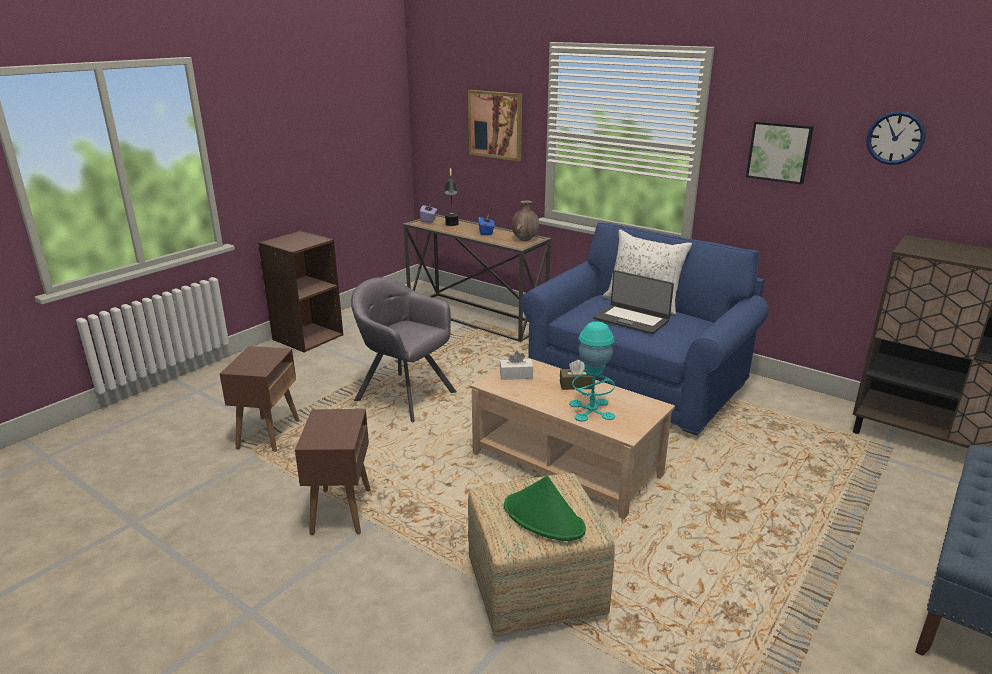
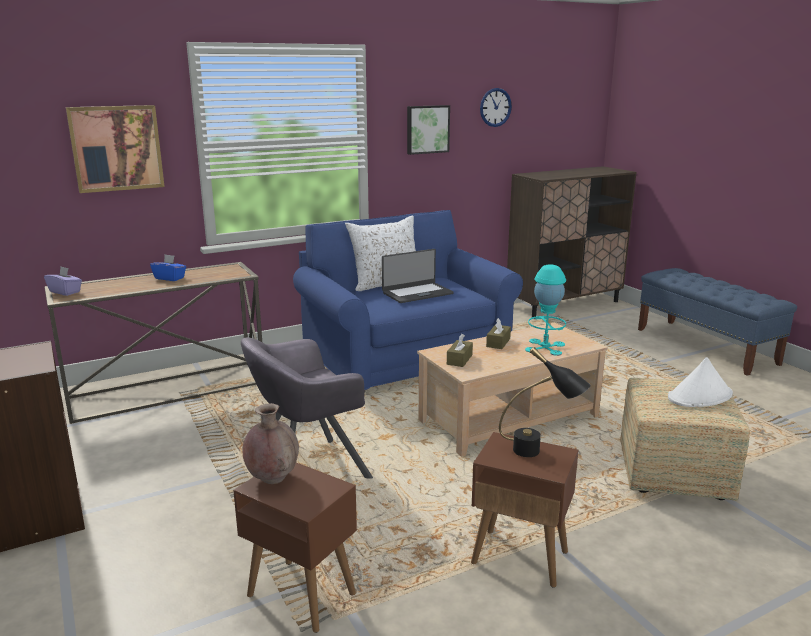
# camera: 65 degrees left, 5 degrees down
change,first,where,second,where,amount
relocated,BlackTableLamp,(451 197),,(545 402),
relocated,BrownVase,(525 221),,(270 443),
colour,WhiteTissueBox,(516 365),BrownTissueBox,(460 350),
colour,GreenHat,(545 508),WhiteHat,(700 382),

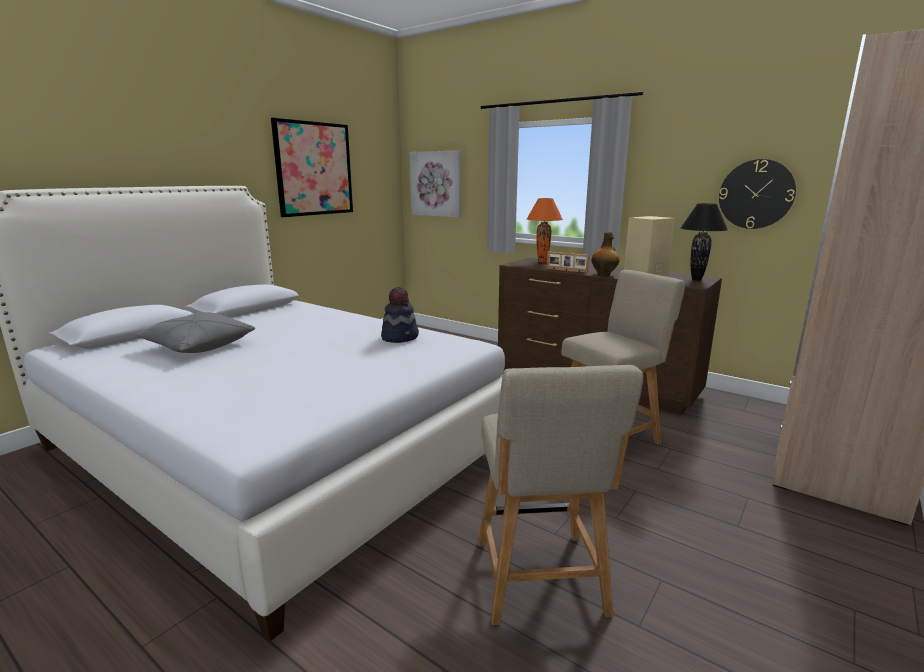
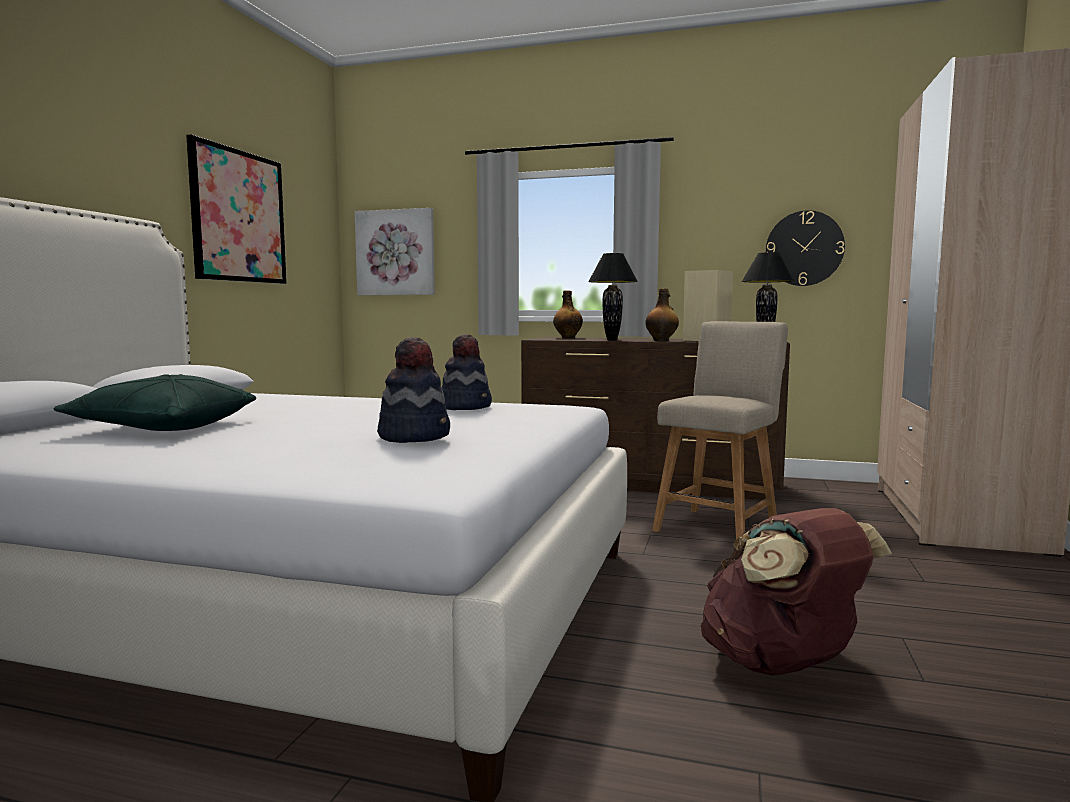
# camera: 20 degrees left, 10 degrees down
change,first,where,second,where,amount
appeared,,,Hat,(413 390),
exchanged,BeigeChair,(560 495),BrownBackpack,(796 592),
exchanged,OrangeTableLamp,(545 230),Bottle,(568 314),
exchanged,PictureFrame,(568 262),BlackTableLamp,(613 296),
colour,GreyPillow,(195 332),GreenPillow,(155 402),

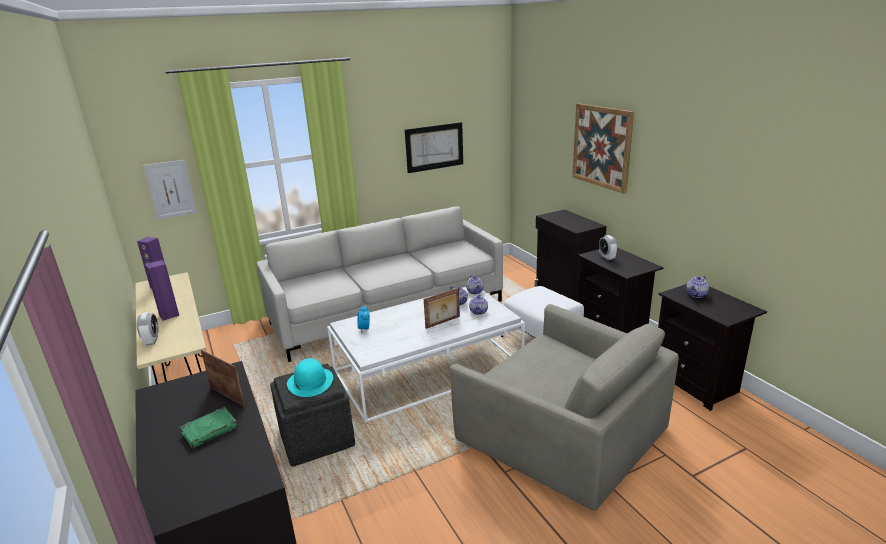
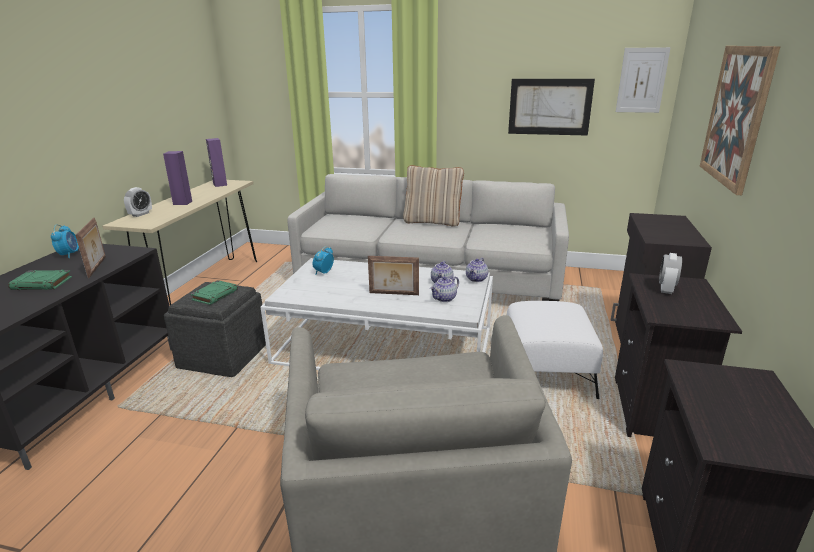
# camera: 40 degrees right, 0 degrees up
change,first,where,second,where,amount
missing,Teapot,(697 286),,,
appeared,,,AlarmClock,(65 241),
appeared,,,BeigePillow,(433 196),
relocated,Picture,(170 190),,(643 80),
exchanged,TurquoiseHat,(310 377),GreenBook,(214 292),

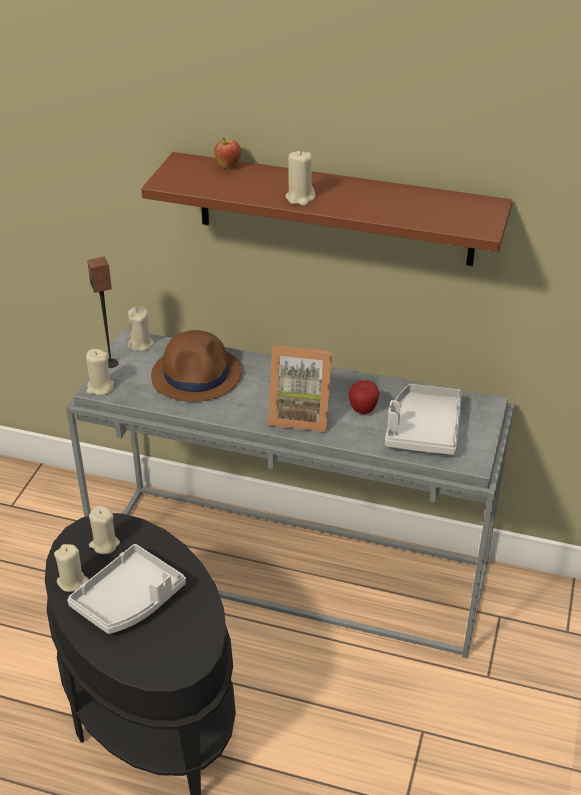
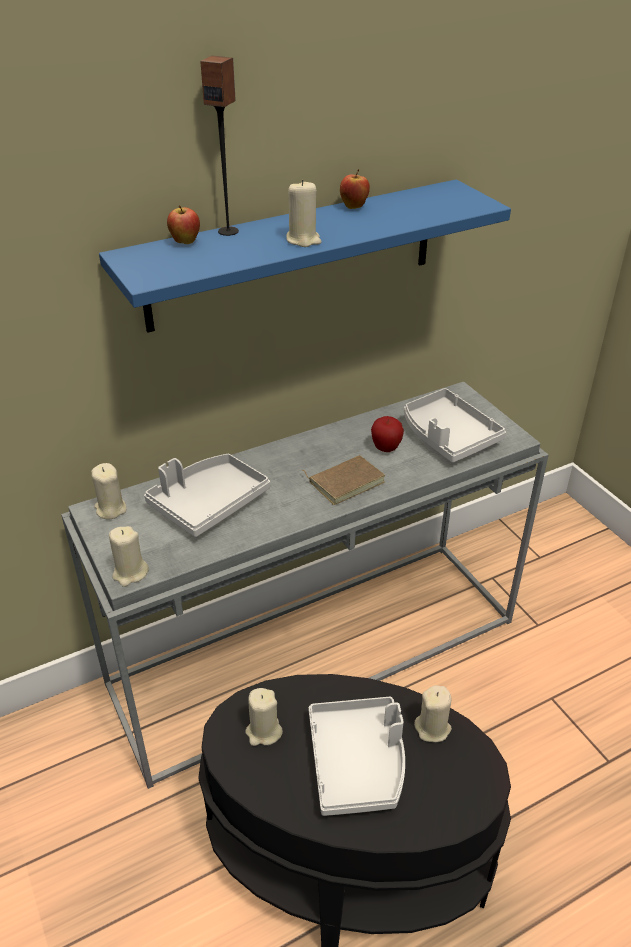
# camera: 45 degrees left, 0 degrees up
change,first,where,second,where,amount
appeared,,,Apple,(355 189),
relocated,BeigeCandle,(71 568),,(433 713),
relocated,Speaker,(103 312),,(219 146),
exchanged,BrownHat,(196 366),GreyTray,(207 495),
exchanged,PictureFrame,(300 388),BrownBook,(344 480),
colour,BrownShelf,(326 209),BlueShelf,(305 256),

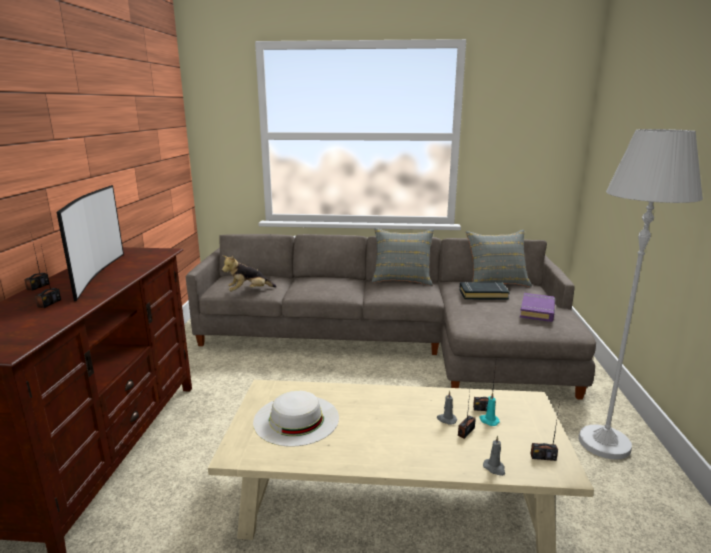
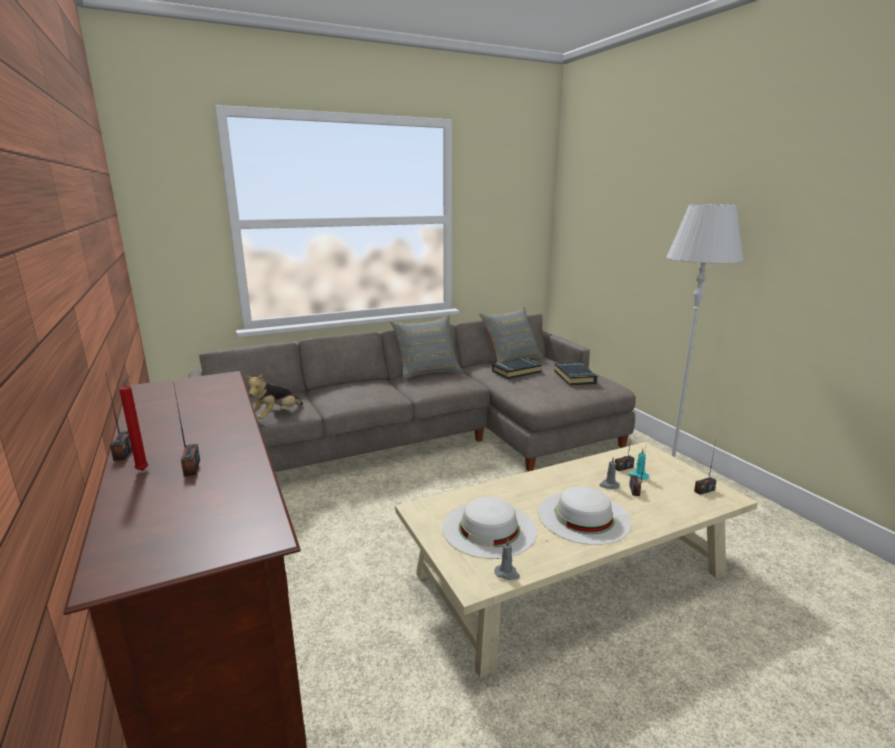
# camera: 30 degrees left, 0 degrees up
change,first,where,second,where,amount
missing,Television,(90 243),,,
appeared,,,RedCandle,(133 422),
appeared,,,WhiteHat,(585 515),
relocated,GreyCandle,(494 456),,(507 559),
colour,PurpleBook,(537 307),BlackBook,(575 373),

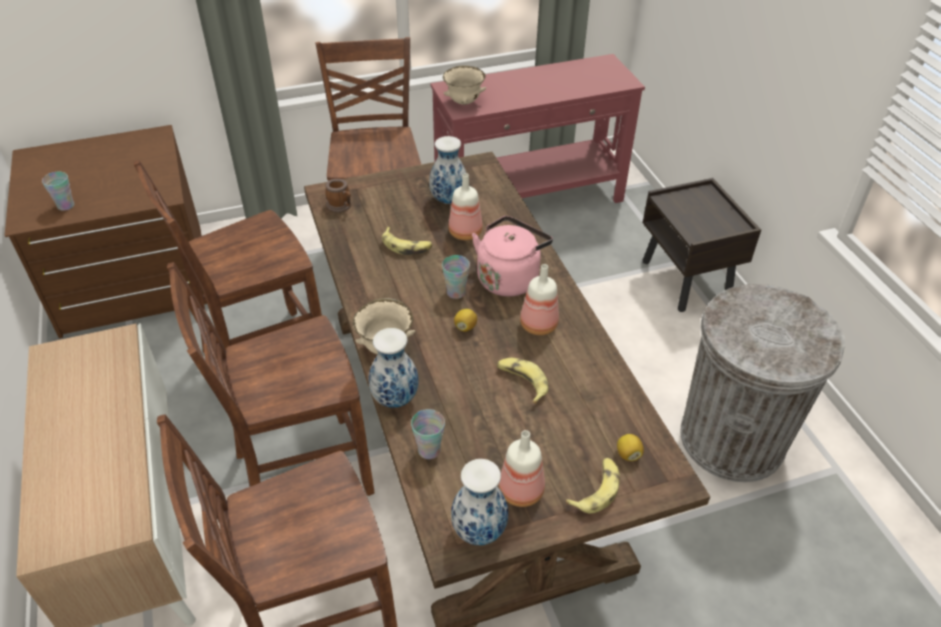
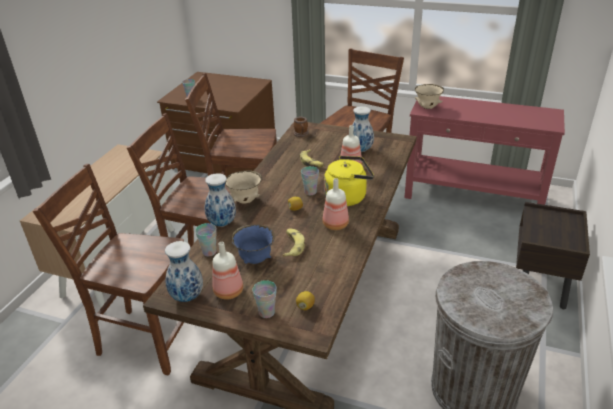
# camera: 40 degrees right, 10 degrees down
change,first,where,second,where,amount
appeared,,,BlueBowl,(253 244),
exchanged,Banana,(593 486),Cup,(264 299),
colour,PinkKettle,(512 256),YellowKettle,(349 181),

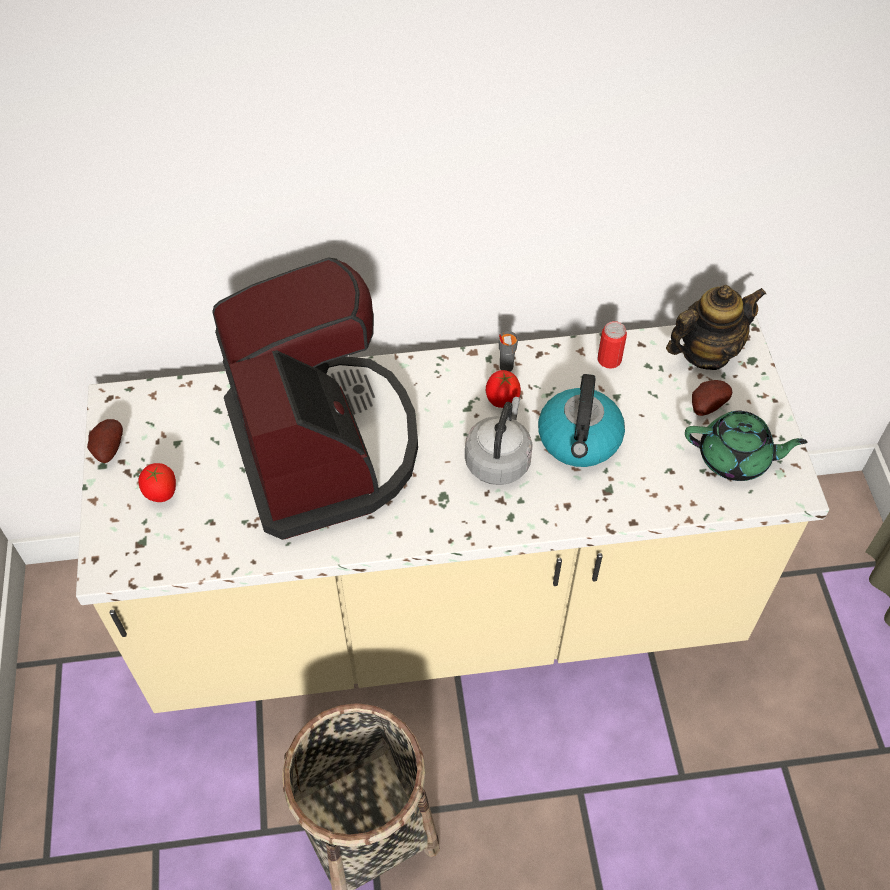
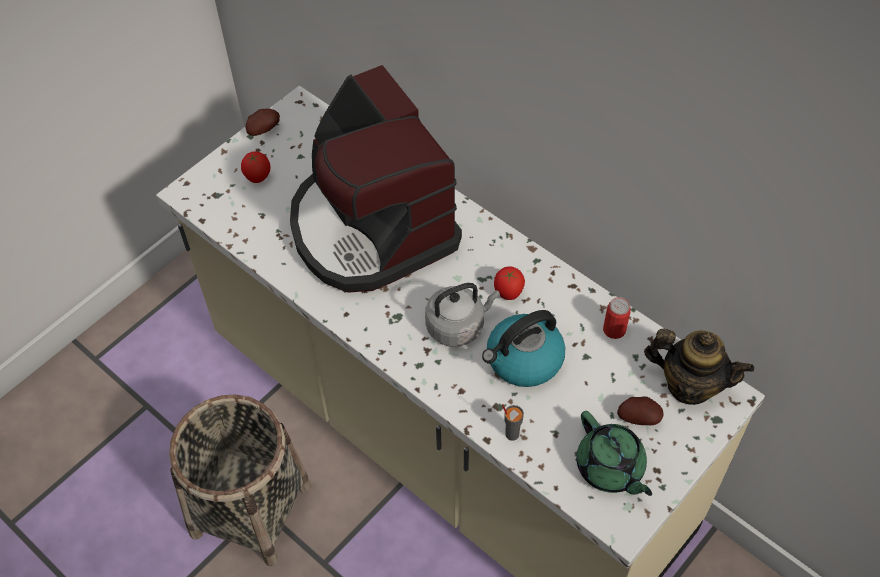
# camera: 50 degrees right, 0 degrees up
change,first,where,second,where,amount
relocated,GreyCup,(508 351),,(513 422),
spun,CoffeeMachine,(315 398),,(376 179),120 degrees clockwise

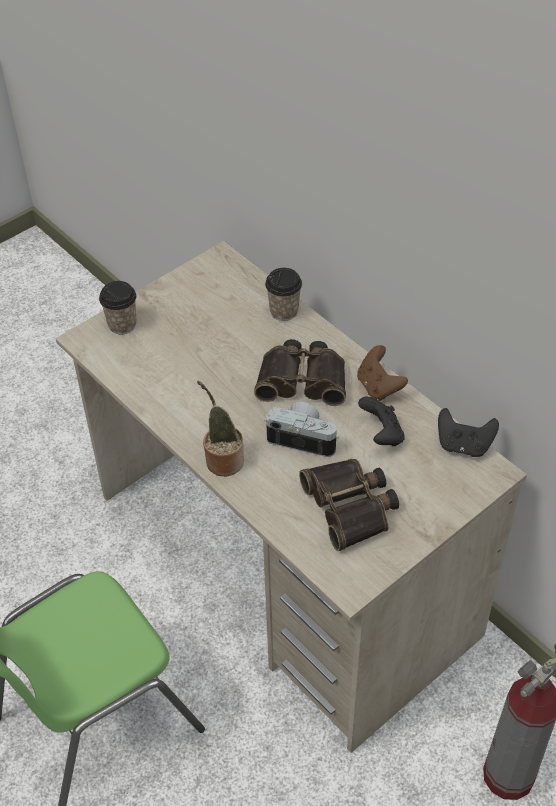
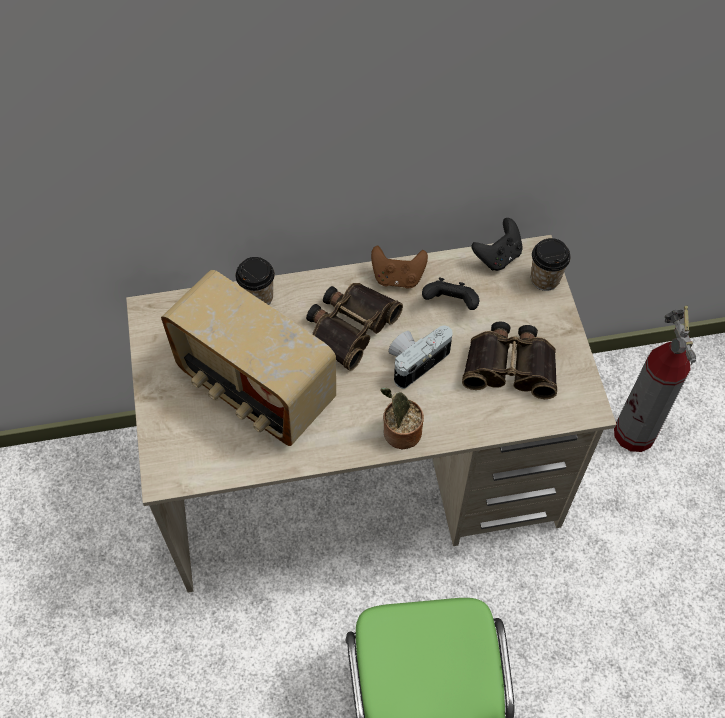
# camera: 60 degrees left, 10 degrees up
change,first,where,second,where,amount
appeared,,,Radio,(248 358),
relocated,Cup,(117 307),,(551 264),

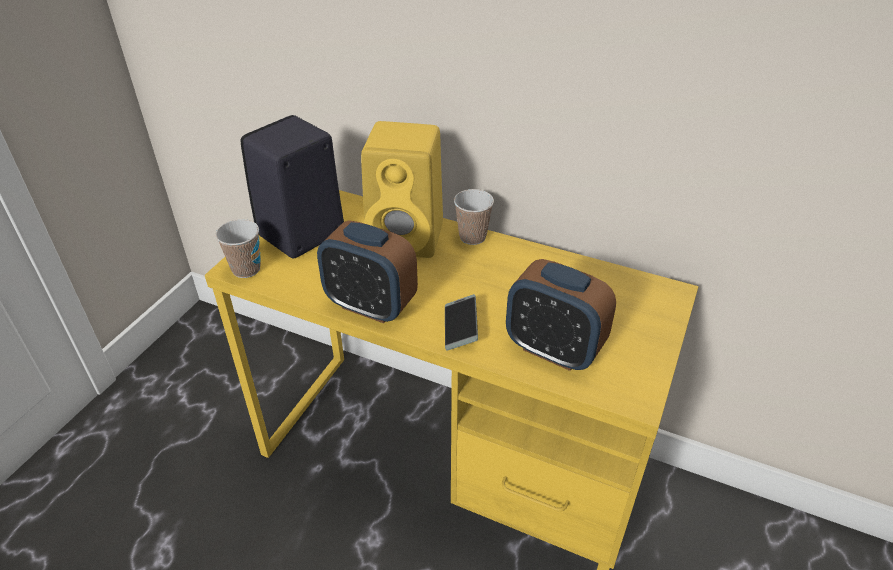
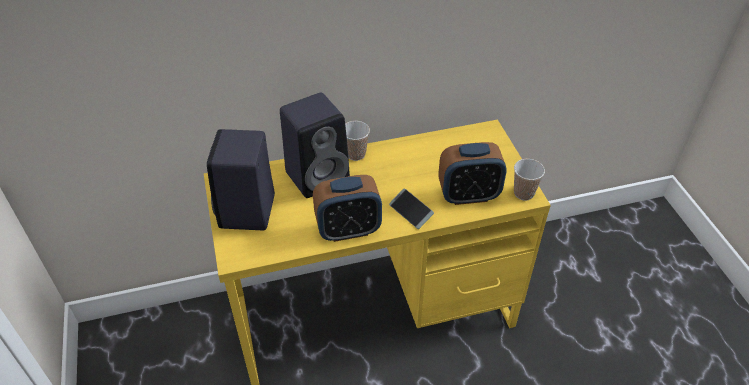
# camera: 40 degrees left, 5 degrees up
change,first,where,second,where,amount
relocated,Cup,(238 248),,(529 180),
colour,YellowSpeaker,(402 189),BlackSpeaker,(315 145),

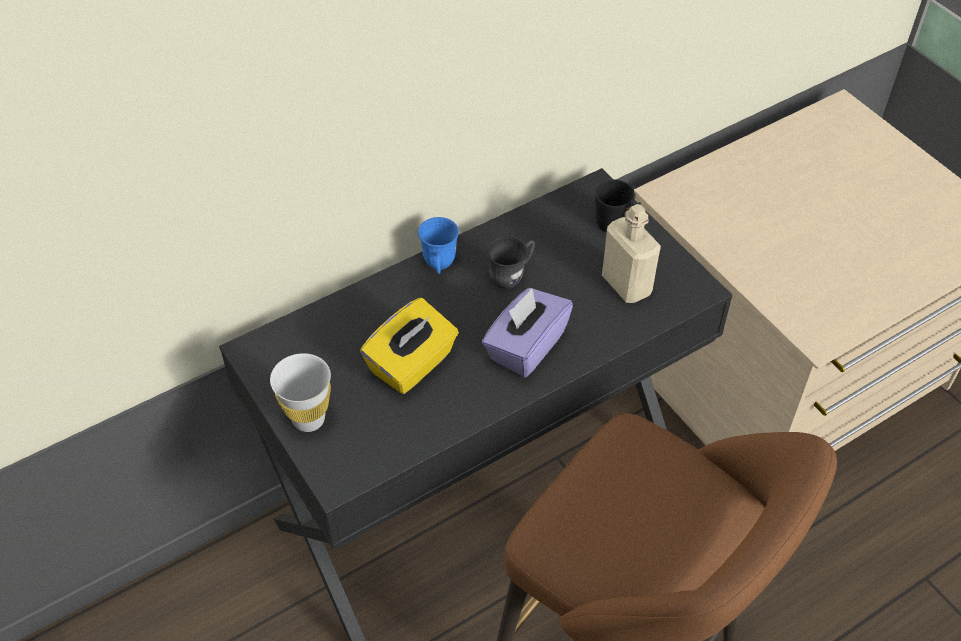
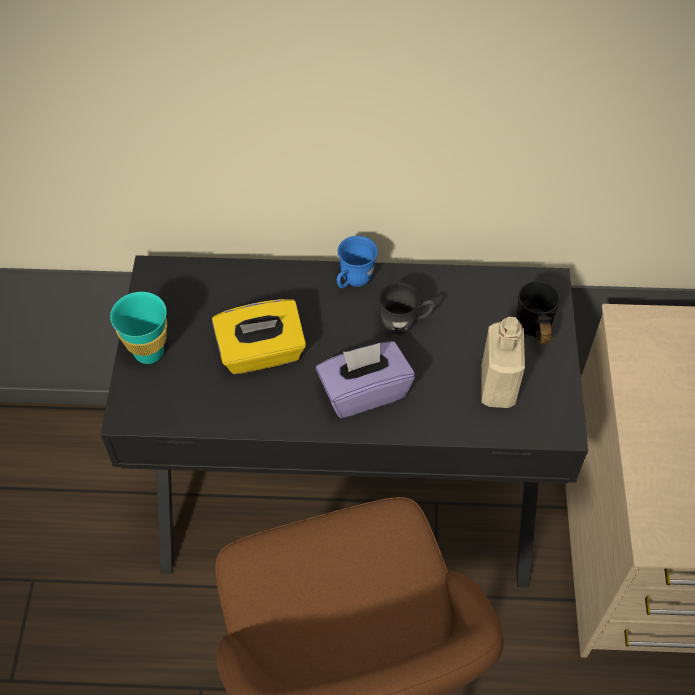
# camera: 35 degrees right, 5 degrees up
change,first,where,second,where,amount
colour,WhiteCup,(300 392),TurquoiseCup,(138 328),

